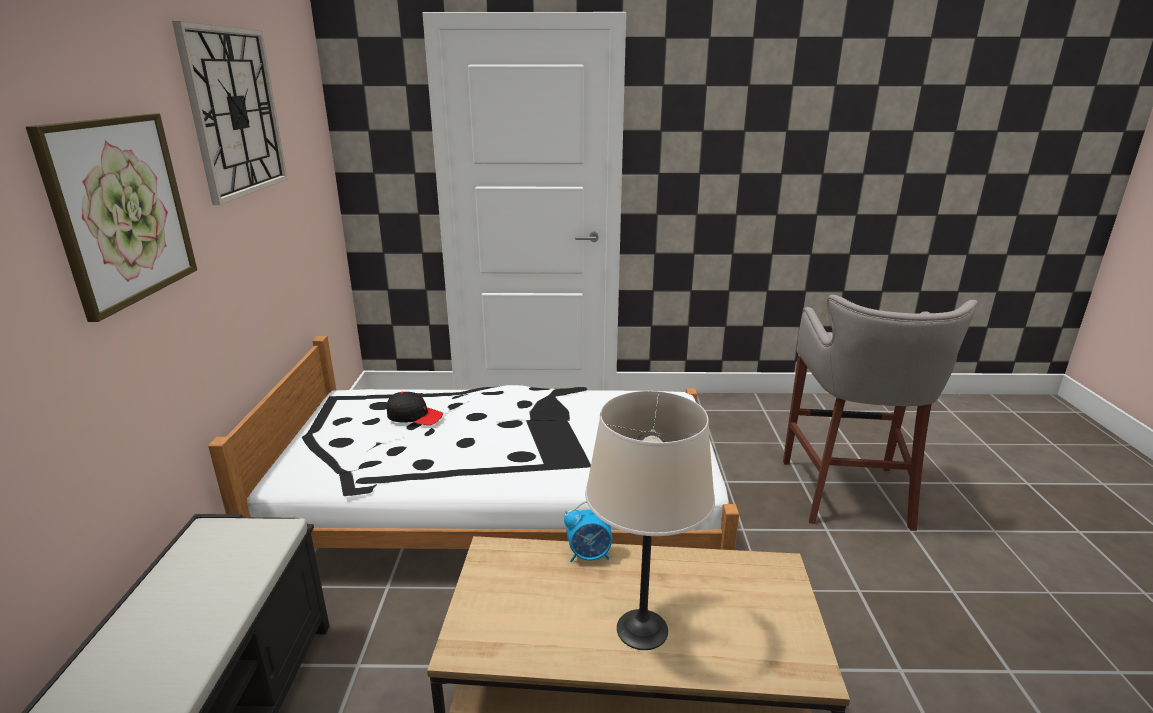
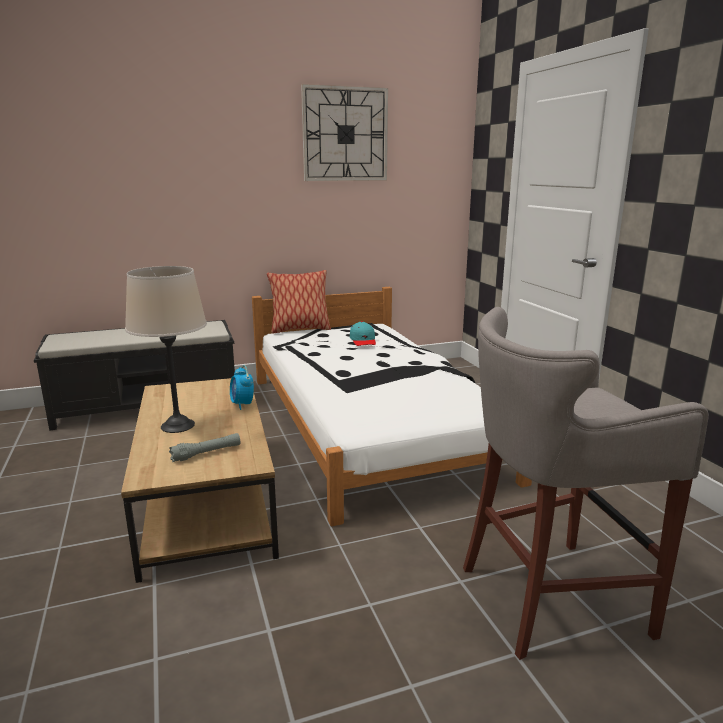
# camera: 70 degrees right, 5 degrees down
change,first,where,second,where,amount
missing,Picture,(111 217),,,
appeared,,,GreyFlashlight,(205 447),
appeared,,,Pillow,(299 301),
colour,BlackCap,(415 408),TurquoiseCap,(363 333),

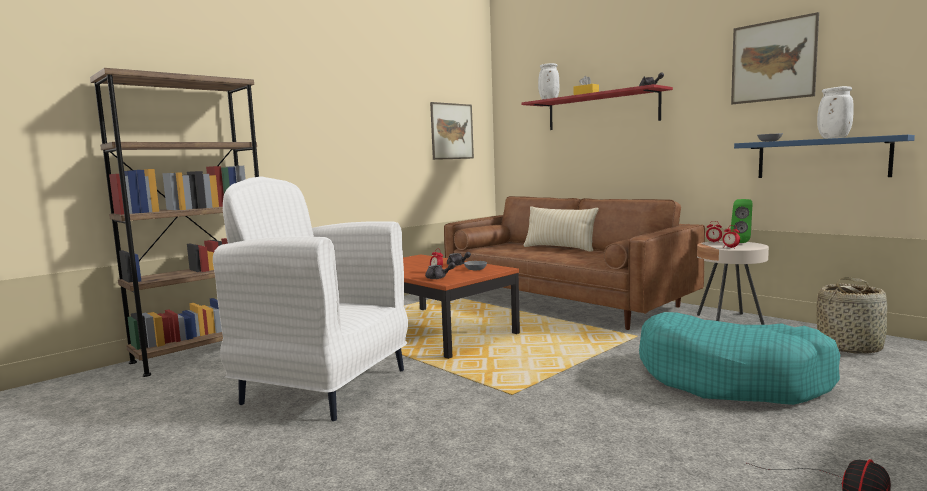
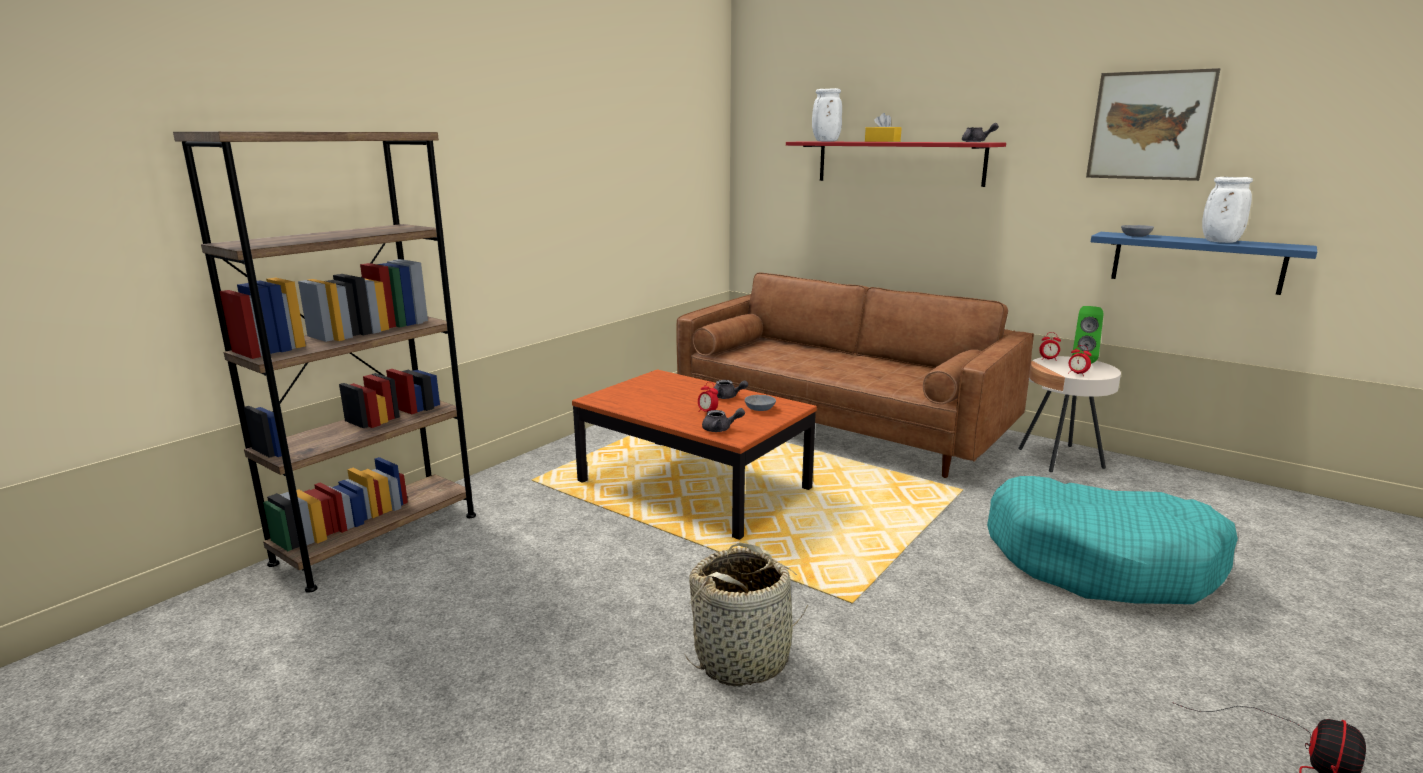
# camera: 10 degrees left, 10 degrees up
change,first,where,second,where,amount
missing,WhiteArmchair,(310 298),,,
missing,Picture,(452 131),,,
missing,BeigePillow,(561 229),,,
relocated,Basket,(852 315),,(746 615),

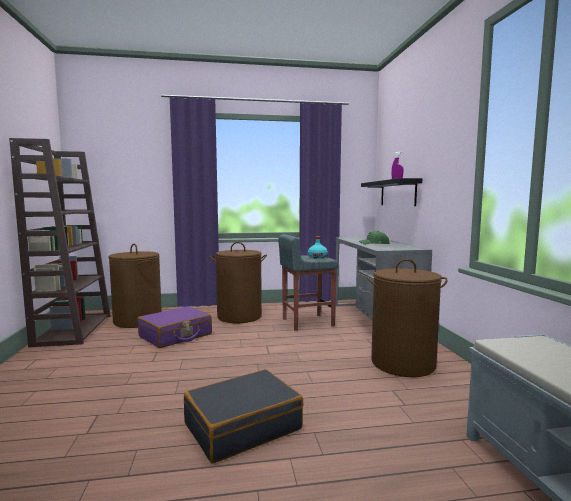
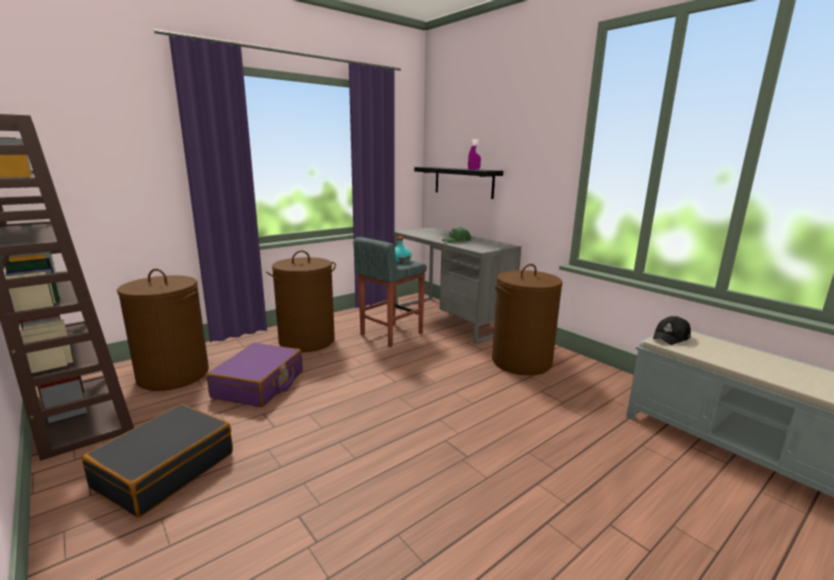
# camera: 30 degrees left, 10 degrees up
change,first,where,second,where,amount
appeared,,,BlackCap,(672 330),
relocated,BlackSuitcase,(243 416),,(157 461),

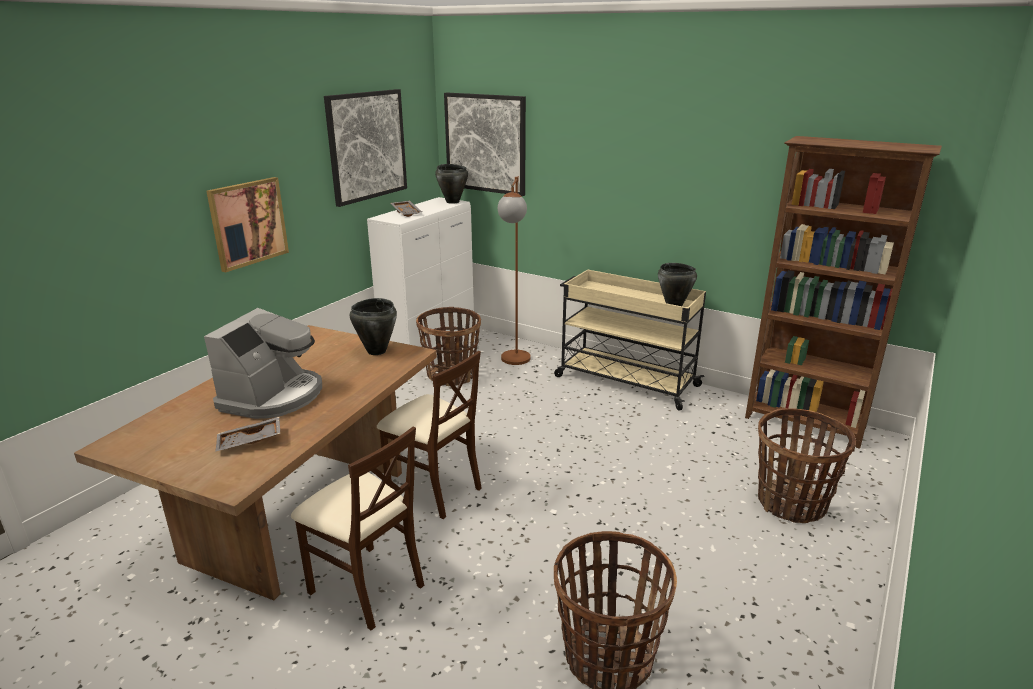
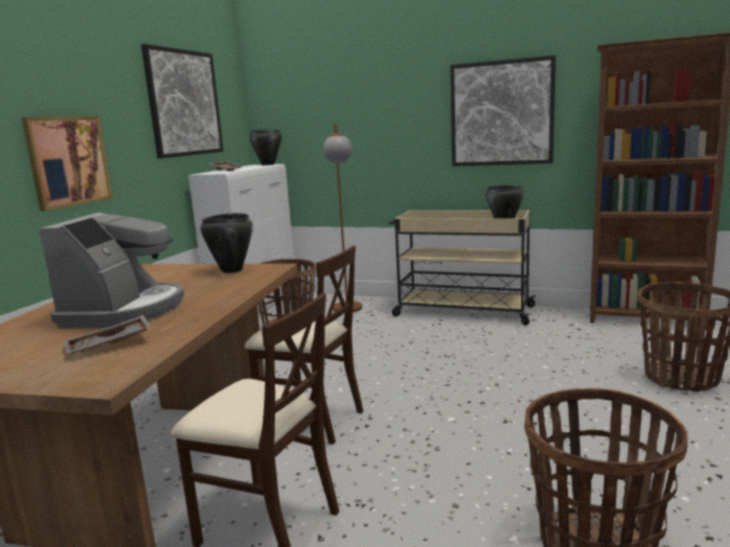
# camera: 10 degrees left, 10 degrees down
change,first,where,second,where,amount
relocated,Picture,(485 144),,(503 110),

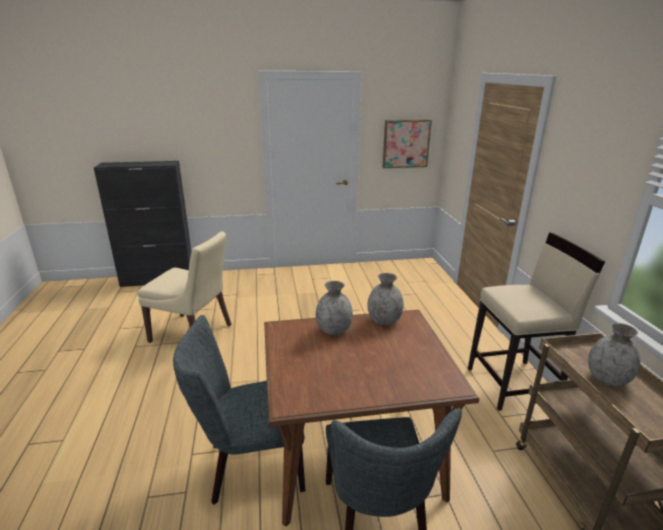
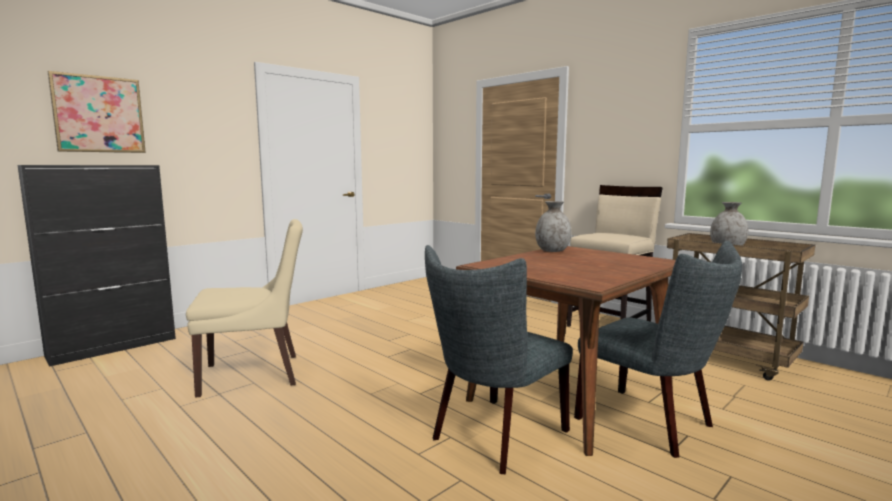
# camera: 35 degrees left, 15 degrees down
change,first,where,second,where,amount
missing,GreyVase,(334 308),,,
relocated,Picture,(407 143),,(96 112),

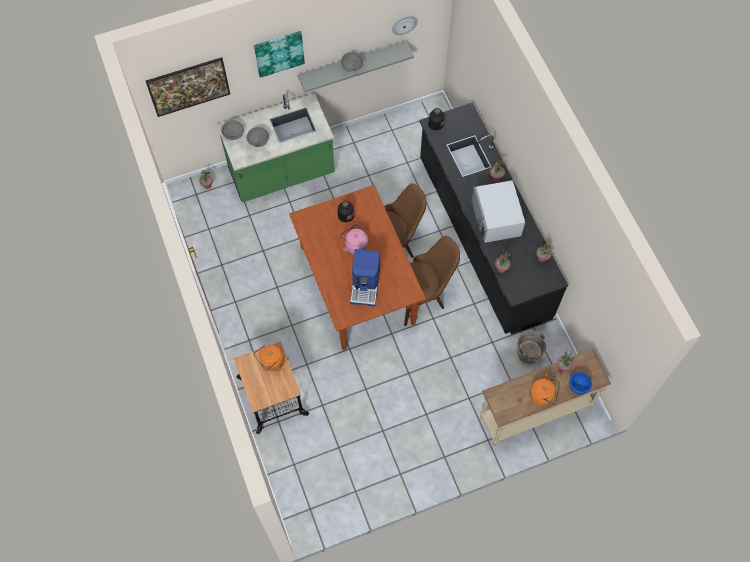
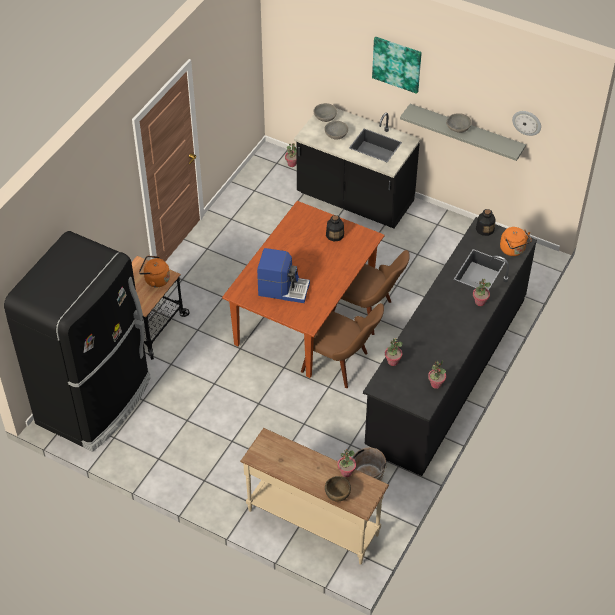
# camera: 50 degrees right, 15 degrees down
change,first,where,second,where,amount
missing,Picture,(188 87),,,
missing,PinkKettle,(354 238),,,
missing,WhiteMicrowave,(498 211),,,
appeared,,,BlackFridge,(77 341),
relocated,OrangeKettle,(544 390),,(516 241),
colour,GreenCounter,(276 148),BlackCounter,(357 168),
colour,BlueBowl,(580 383),BrownBowl,(338 489),
spun,CoffeeMachine,(365 278),,(283 275),135 degrees counterclockwise

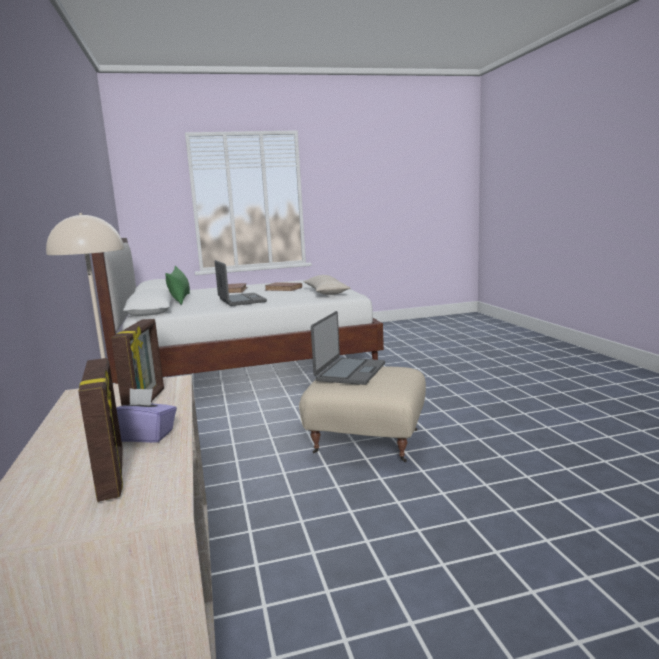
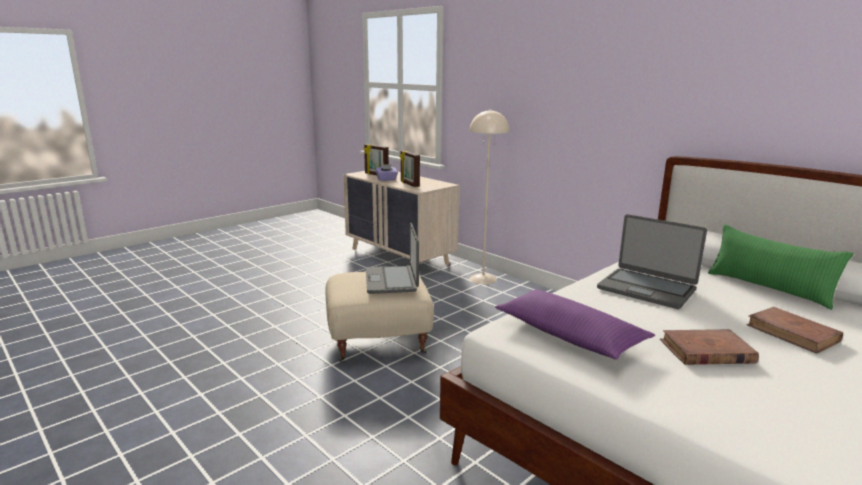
# camera: 150 degrees right, 5 degrees up
change,first,where,second,where,amount
colour,BeigePillow,(326 285),PurplePillow,(575 324),

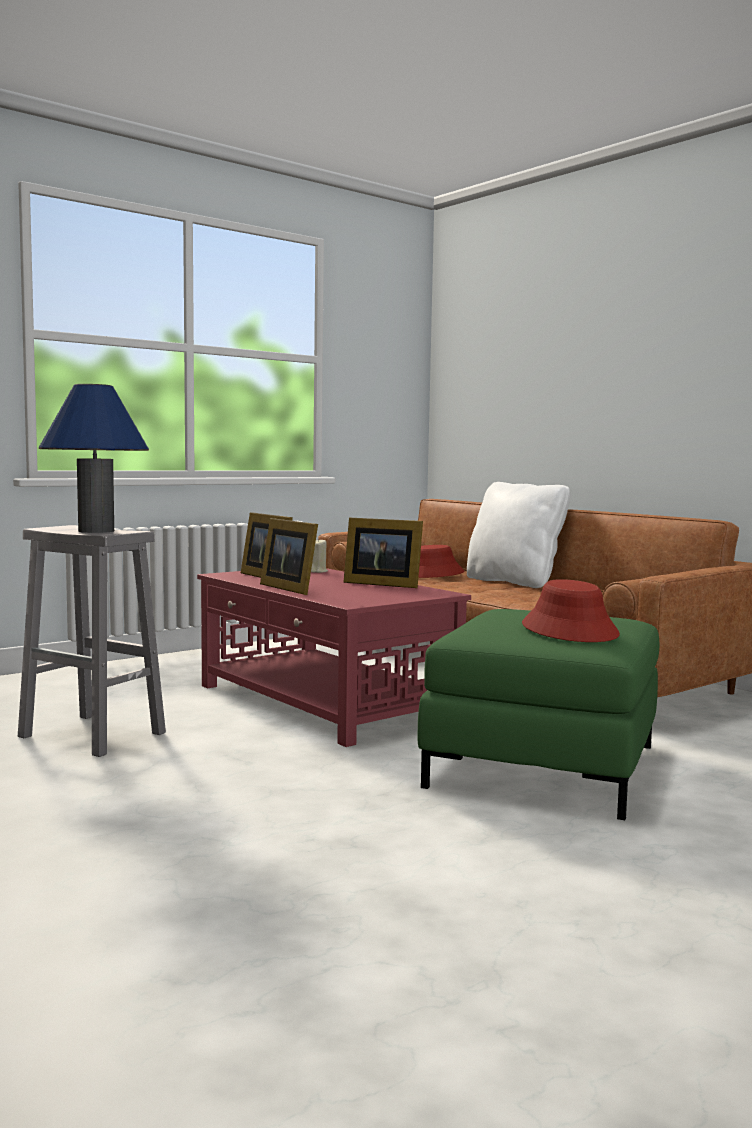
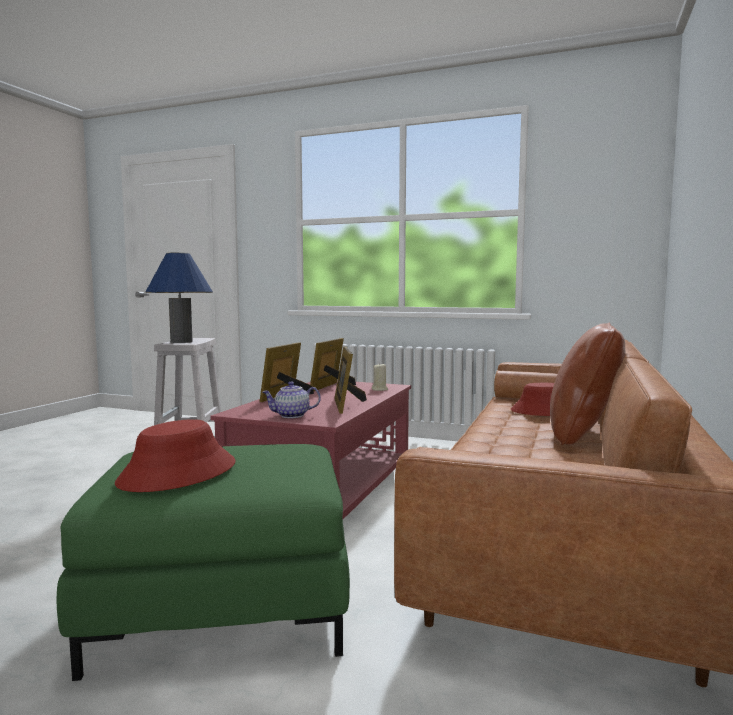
# camera: 60 degrees right, 0 degrees up
change,first,where,second,where,amount
appeared,,,Teapot,(291 400),
colour,WhitePillow,(518 535),BrownPillow,(587 384),

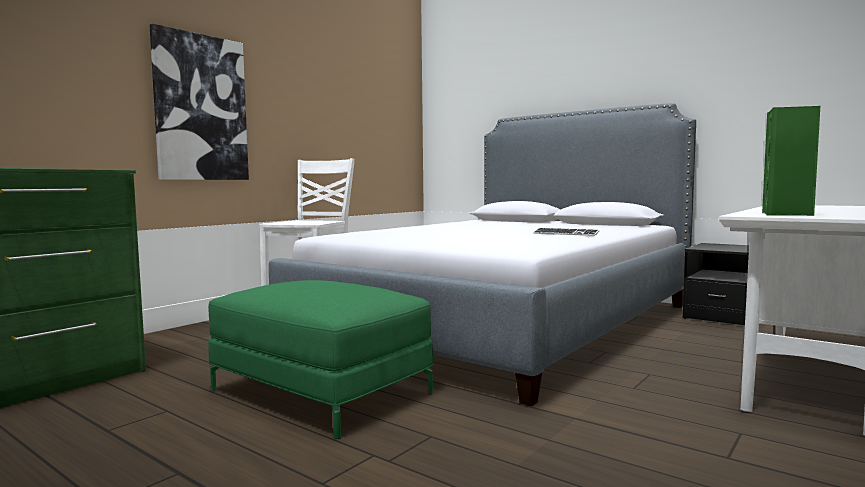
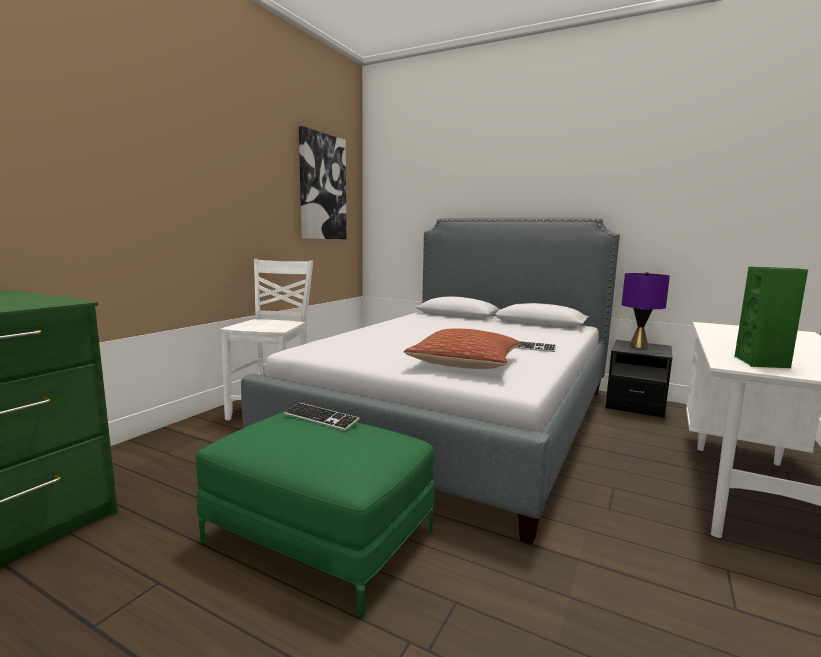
# camera: 10 degrees left, 5 degrees up
change,first,where,second,where,amount
appeared,,,Keyboard,(322 416),
appeared,,,Pillow,(462 349),
appeared,,,PurpleTableLamp,(646 310),
relocated,Picture,(199 102),,(322 182),

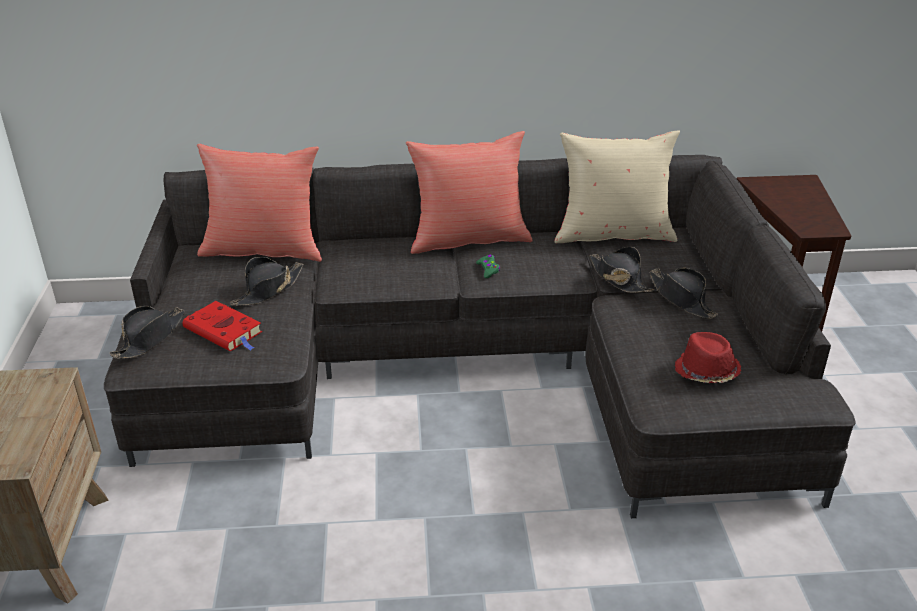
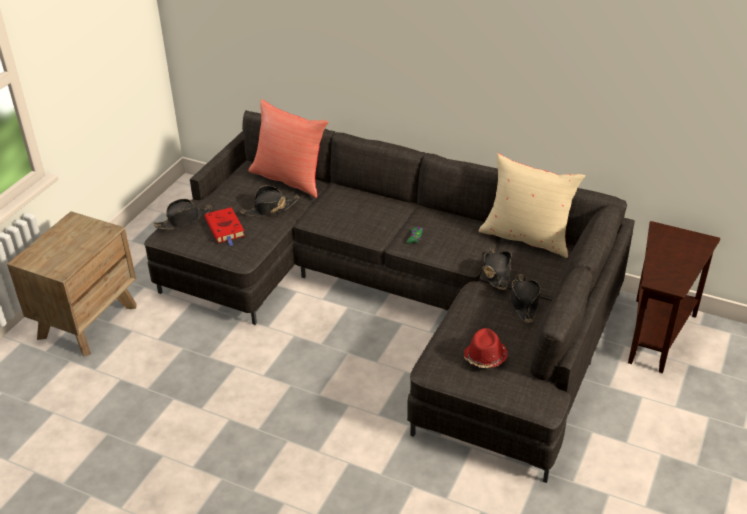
# camera: 30 degrees right, 5 degrees up
change,first,where,second,where,amount
missing,RedPillow,(469 192),,,

